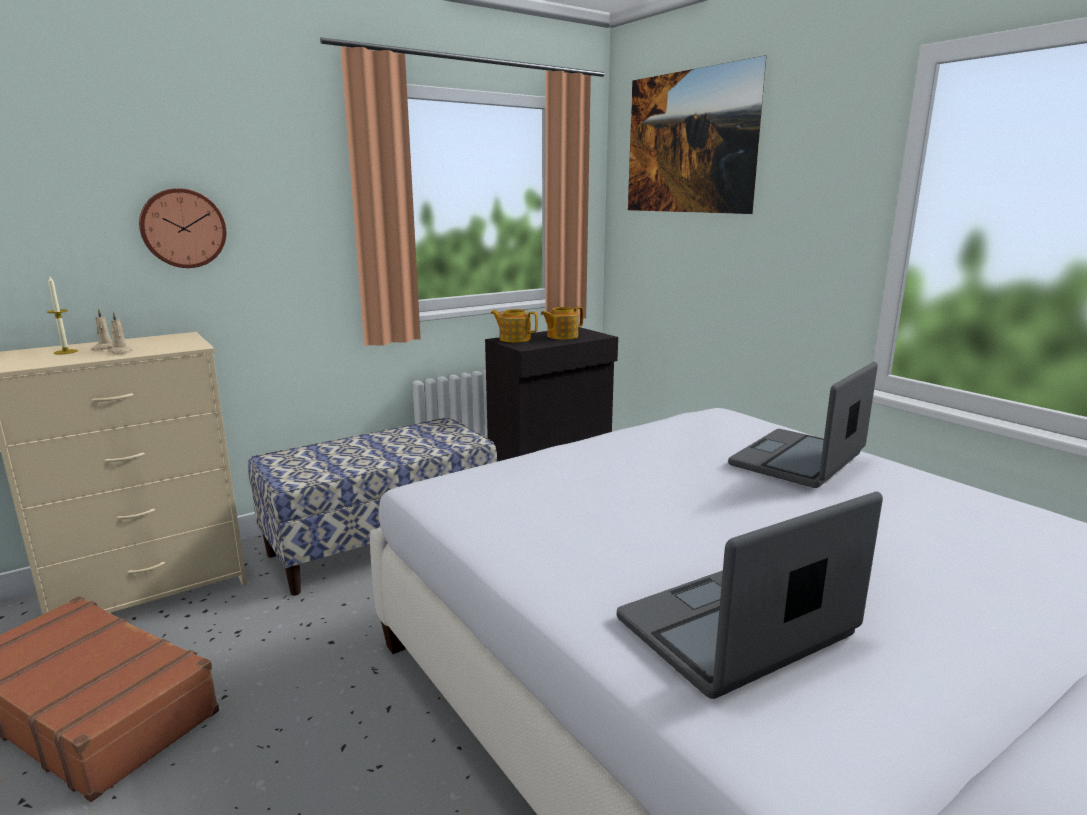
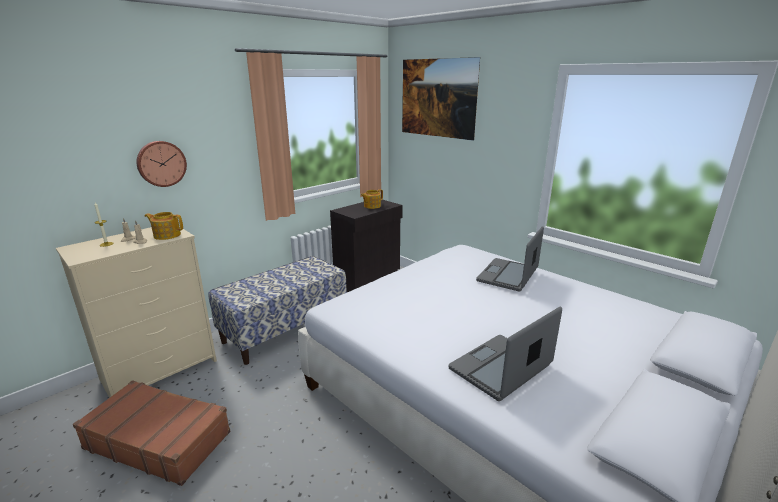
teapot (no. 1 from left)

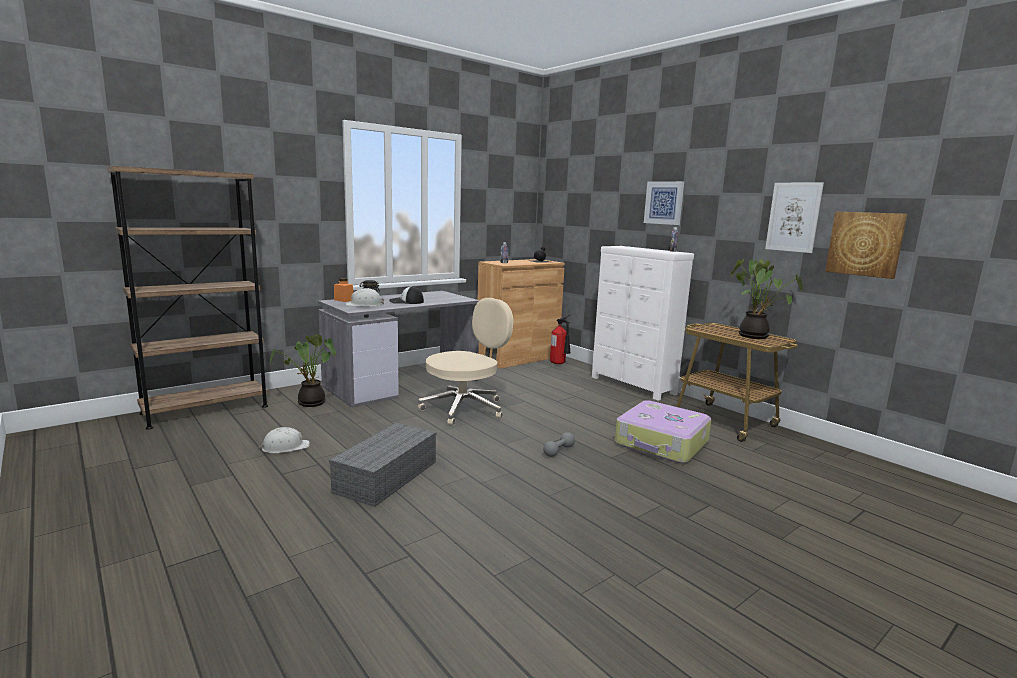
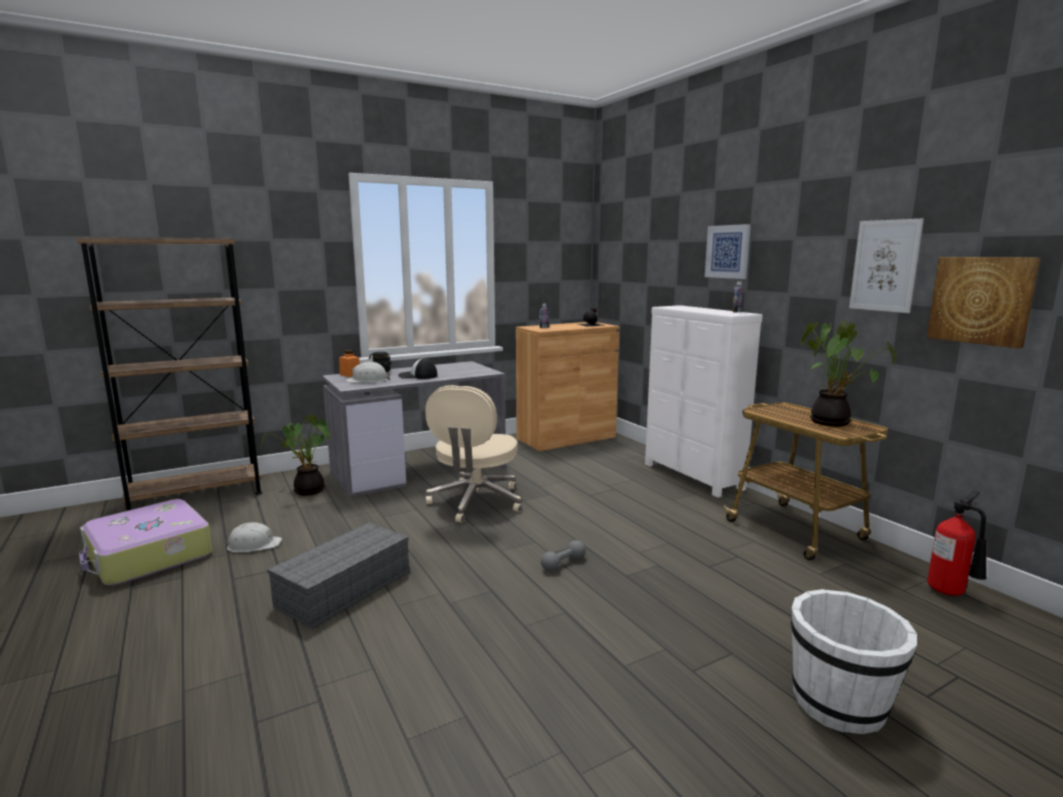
beige office chair
fire extinguisher
suitcase
white bucket

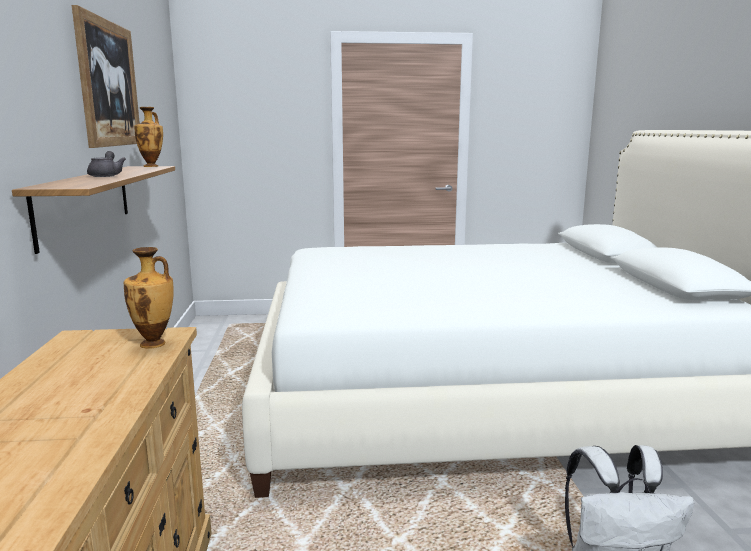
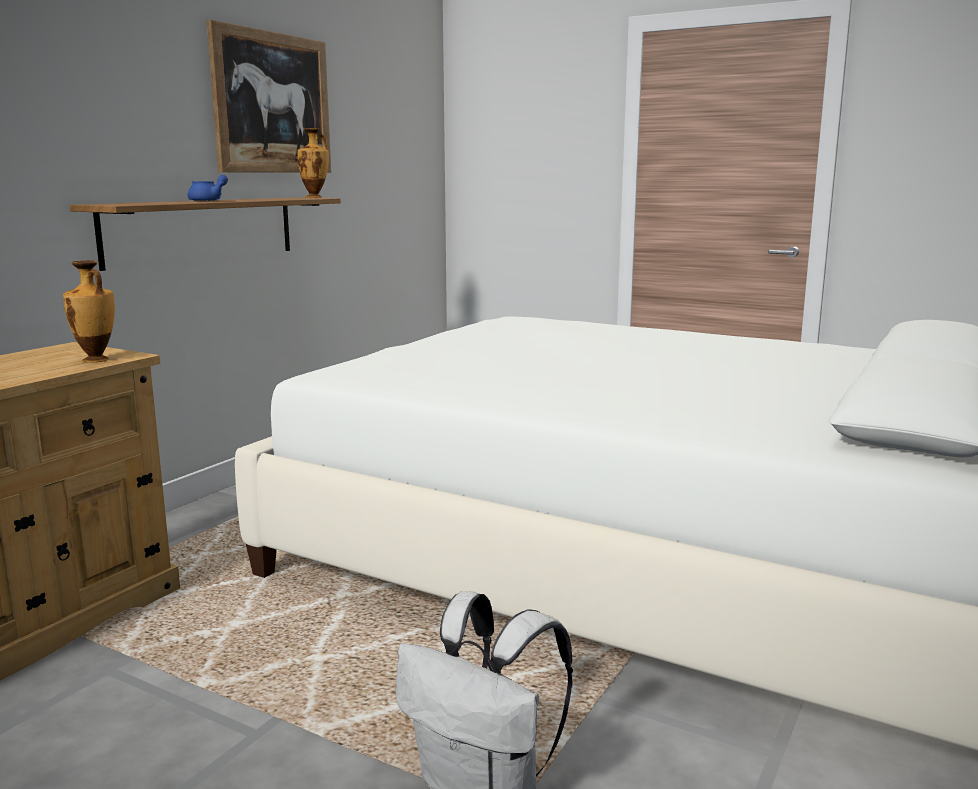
blue teapot

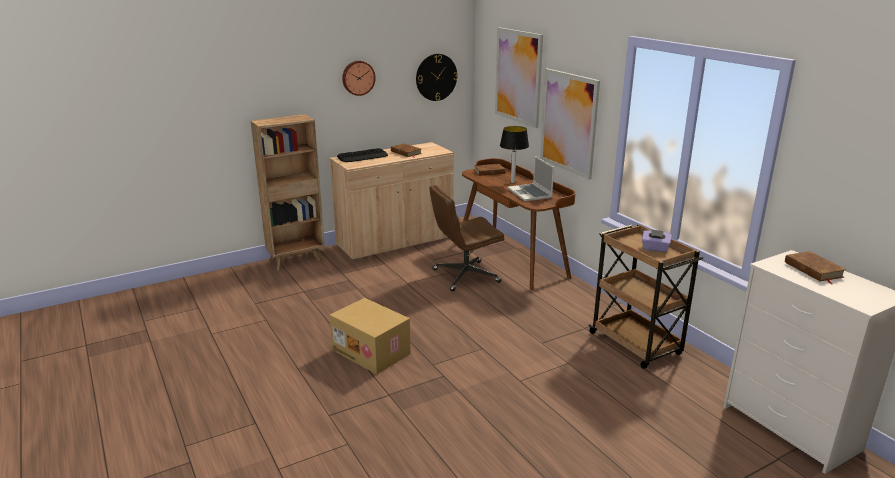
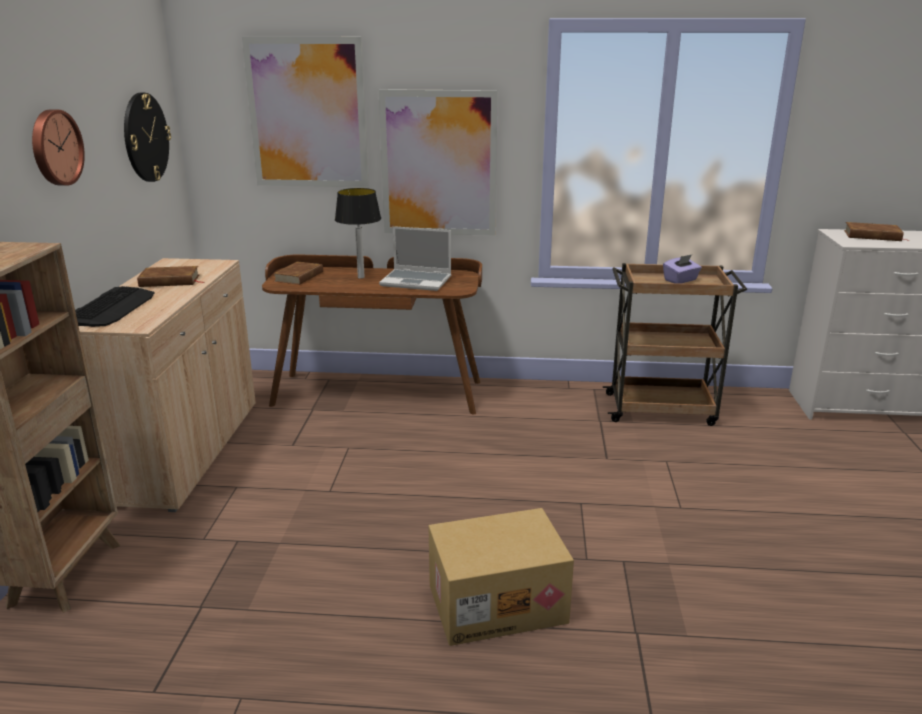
brown office chair

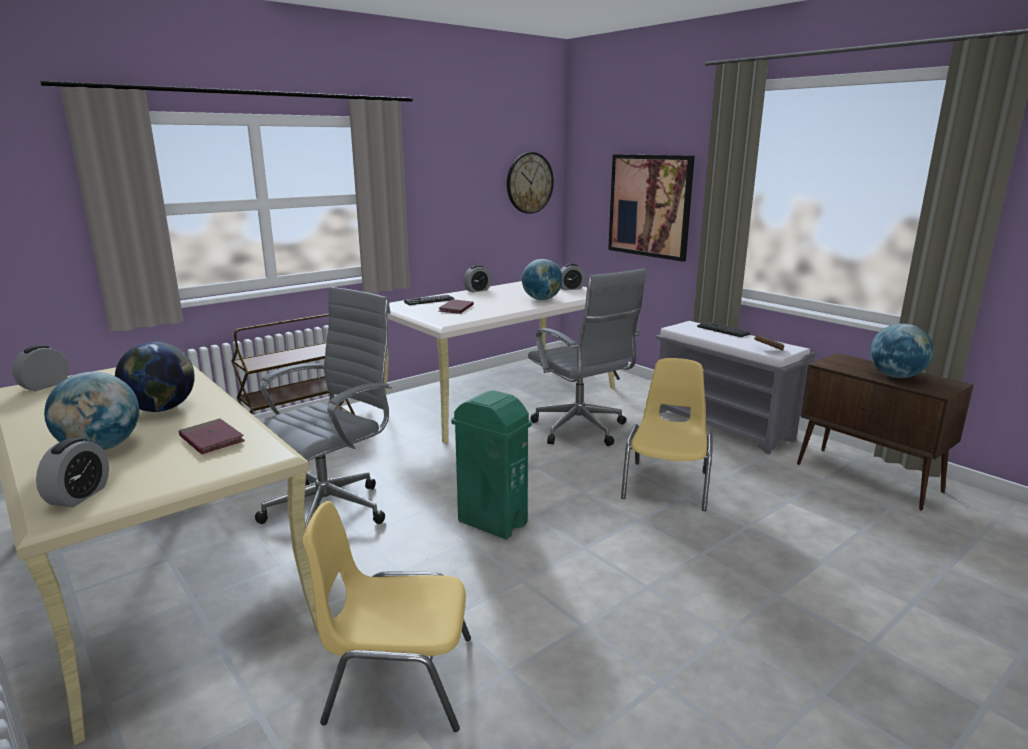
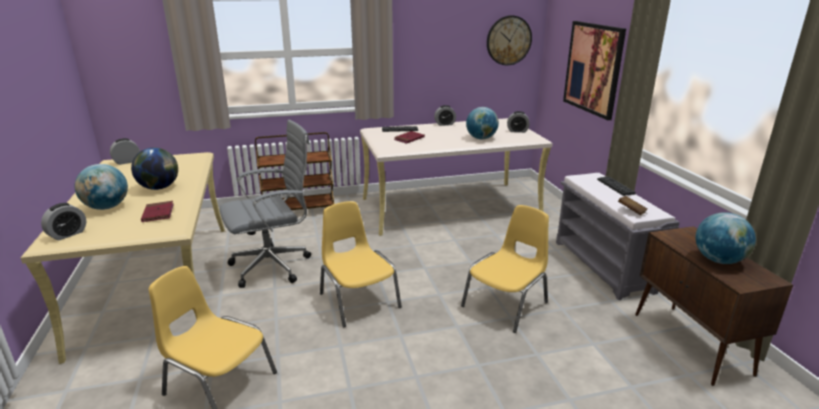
yellow chair (no. 2 from left)
grey office chair (no. 2 from left in the first image)

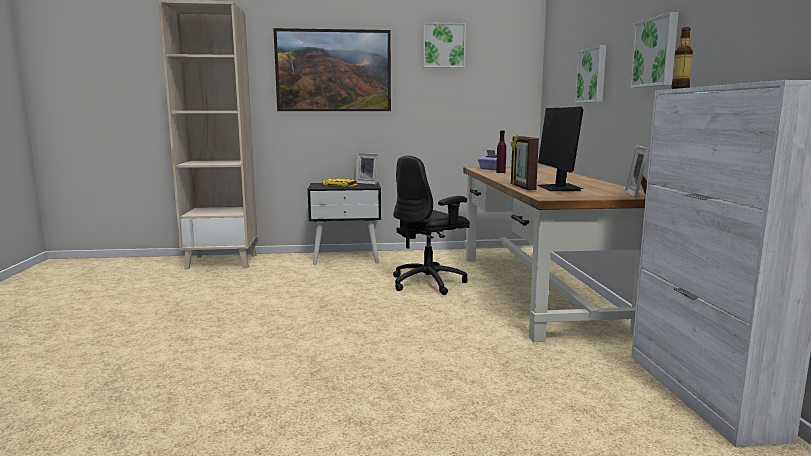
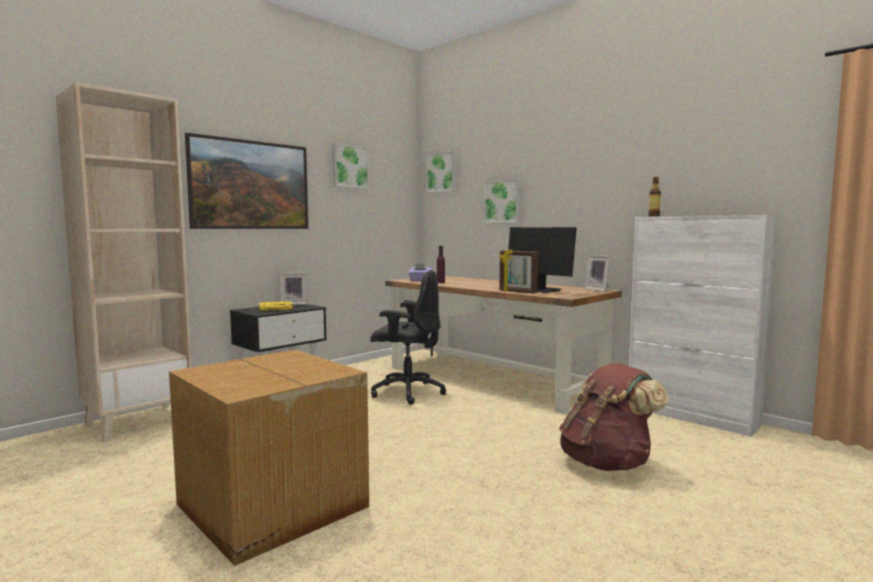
black office chair
picture (no. 3 from left)
cardboard box
brown backpack

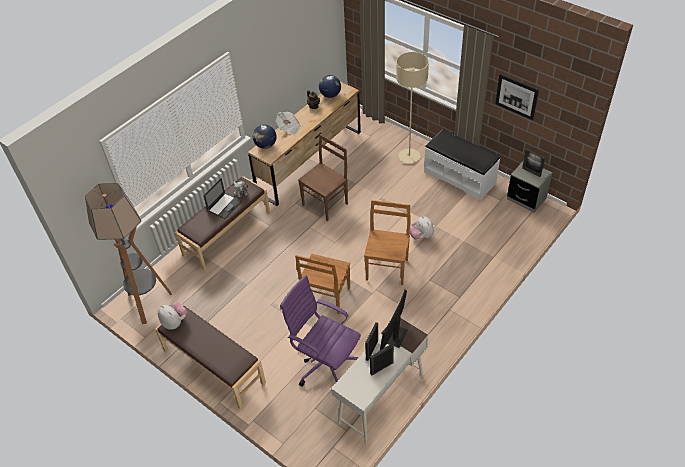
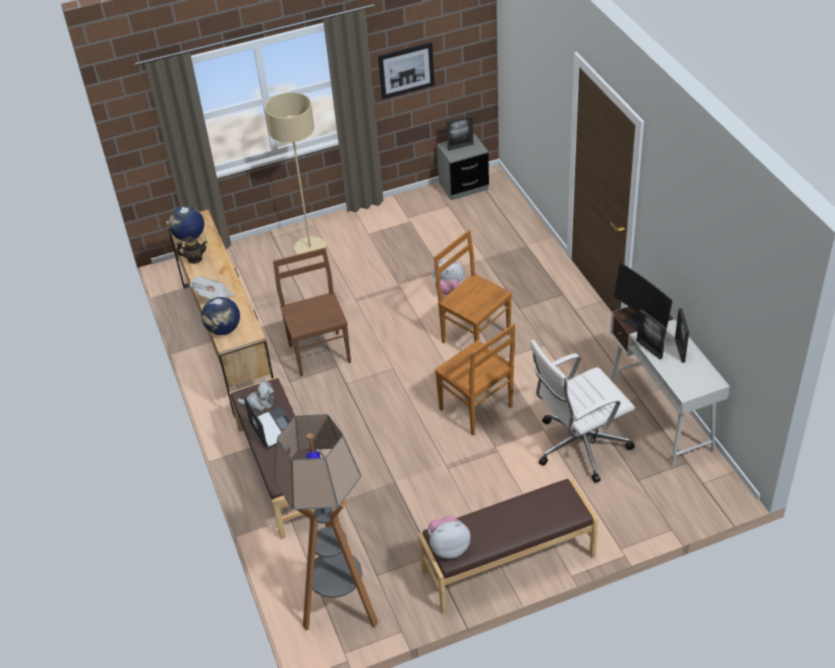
white office chair
white bench

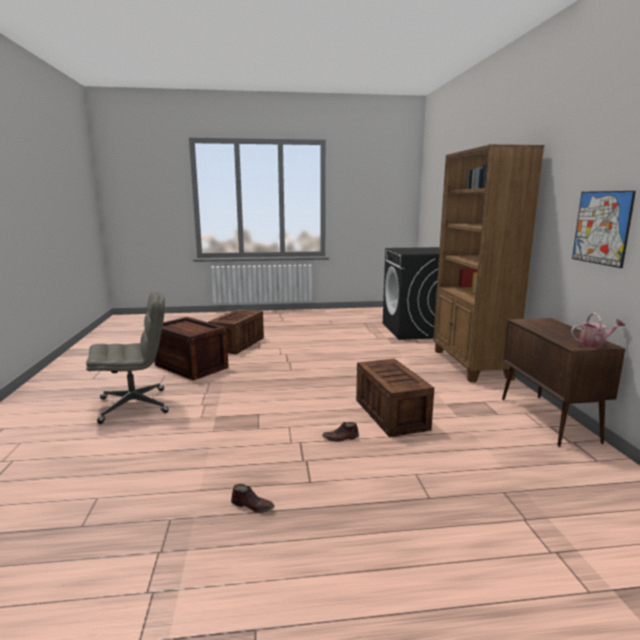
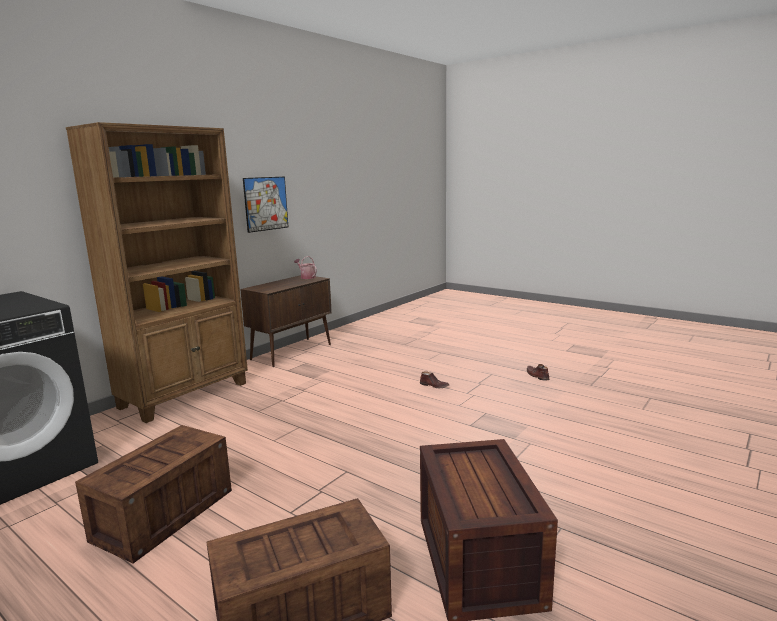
grey office chair
crate (no. 1 from left)

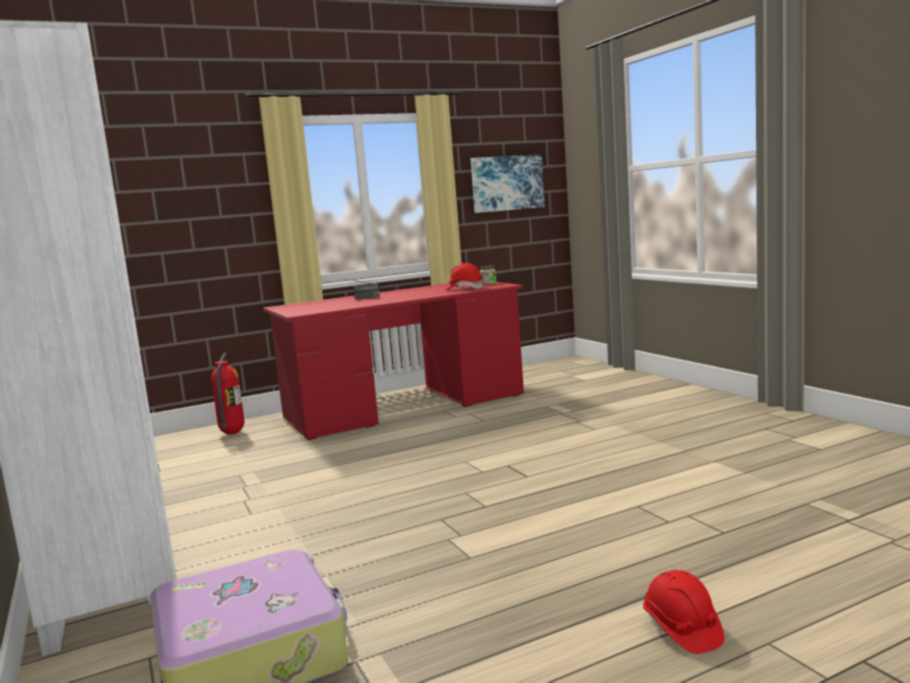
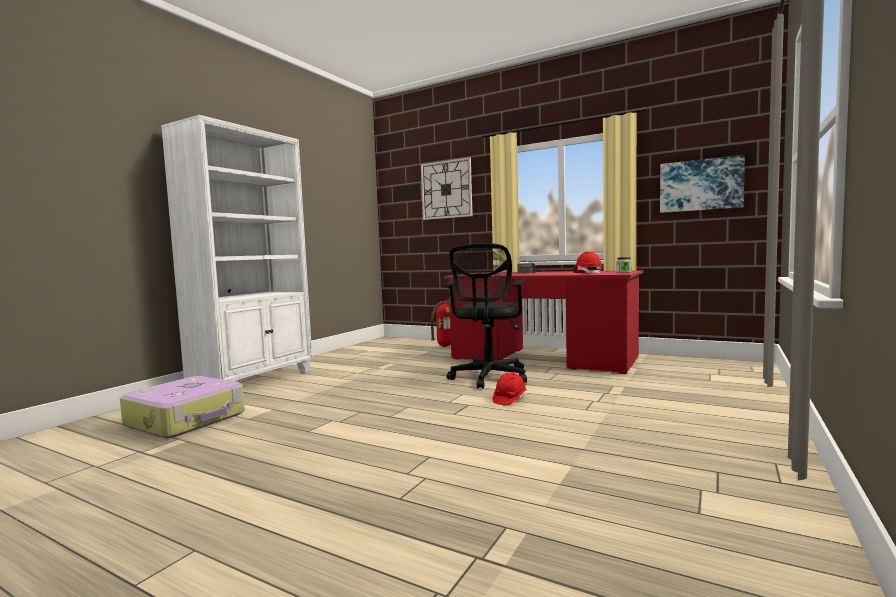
red hard hat (no. 1 from left)
wall clock
black office chair

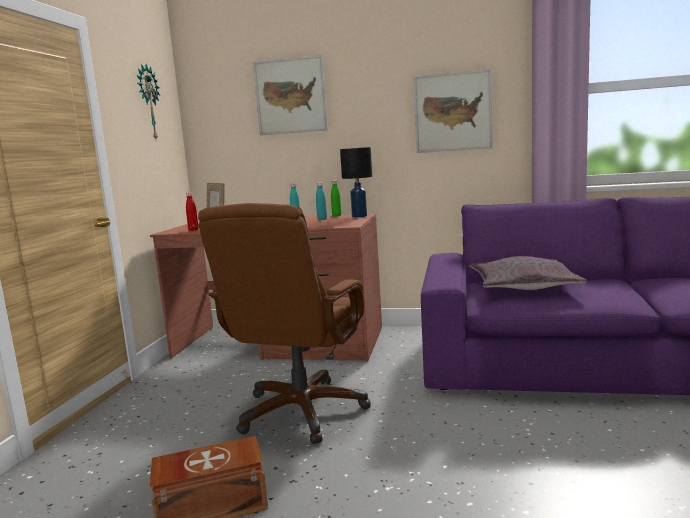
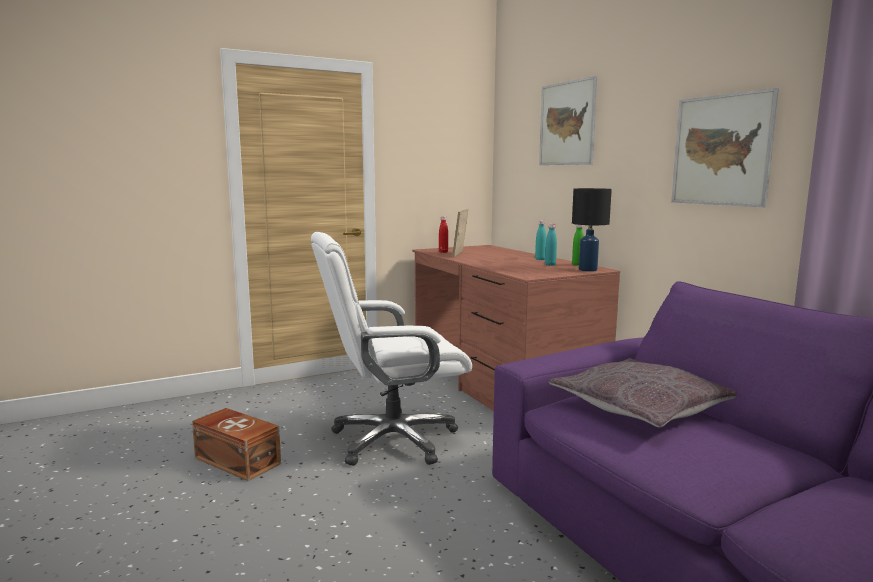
wall clock
white office chair

